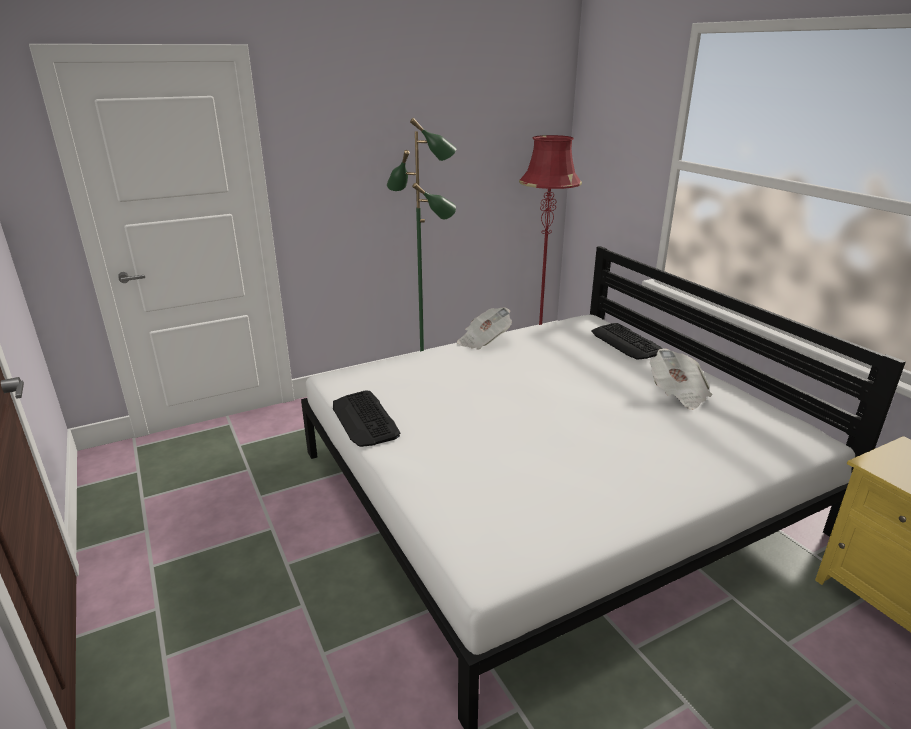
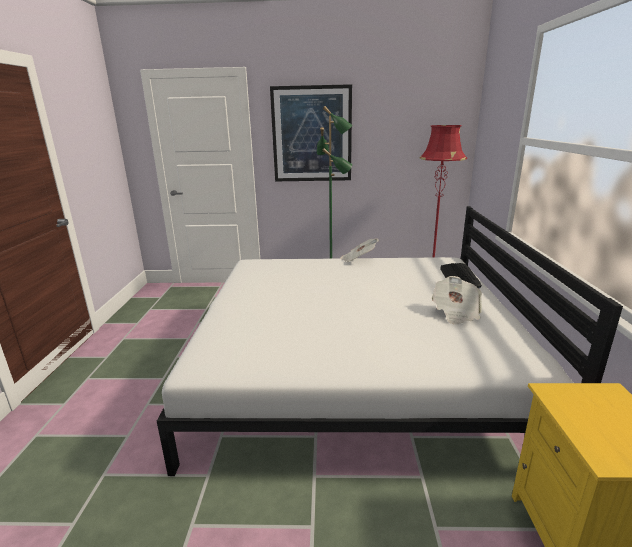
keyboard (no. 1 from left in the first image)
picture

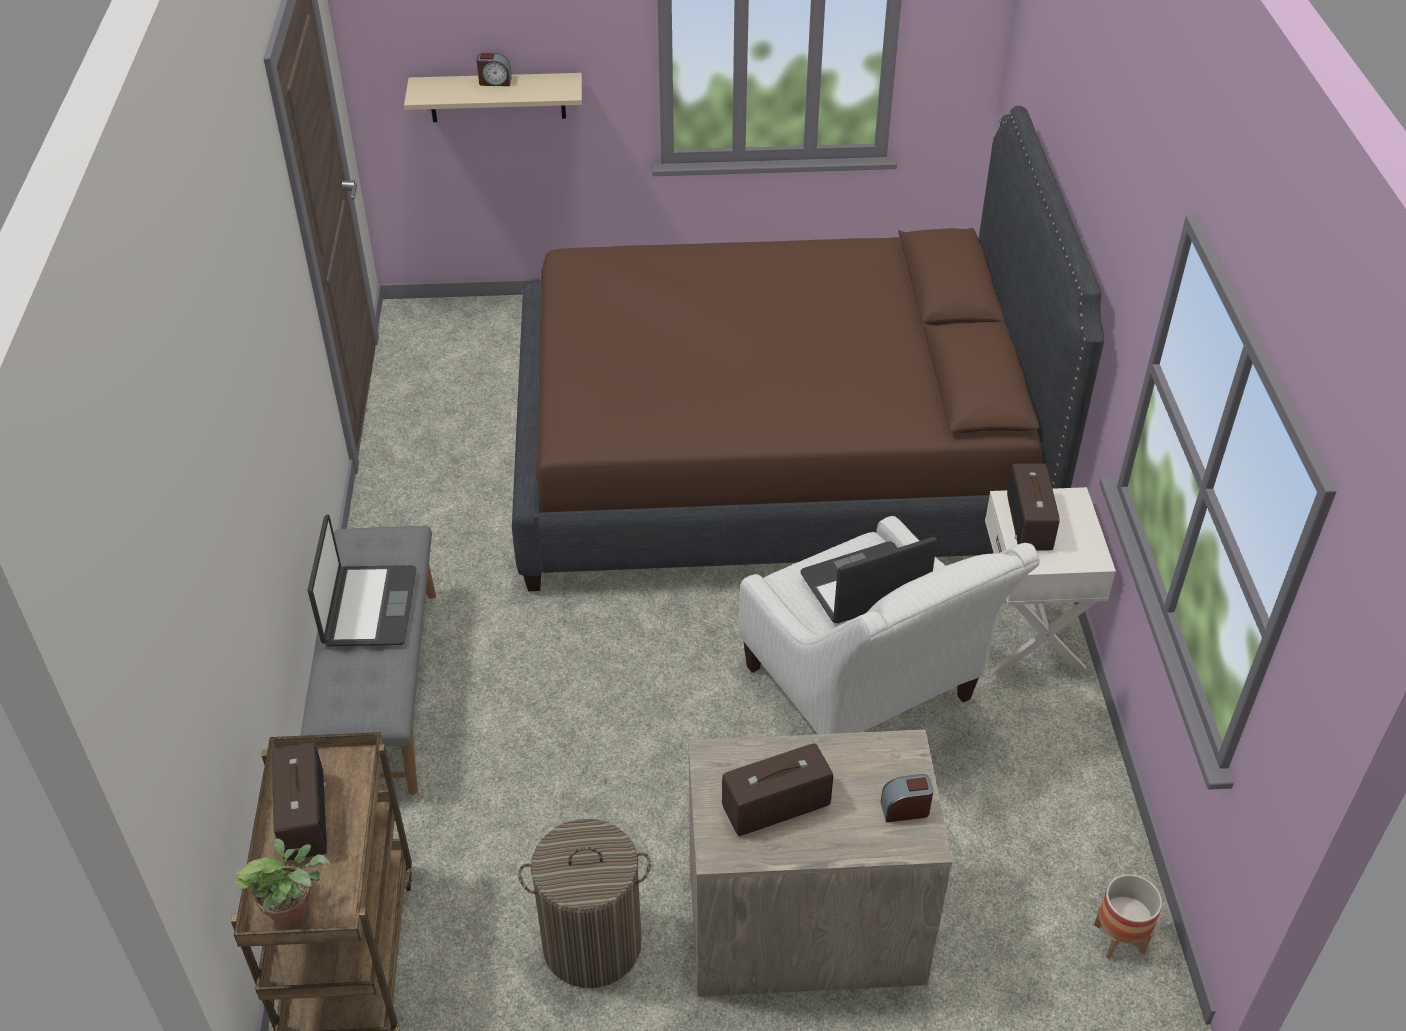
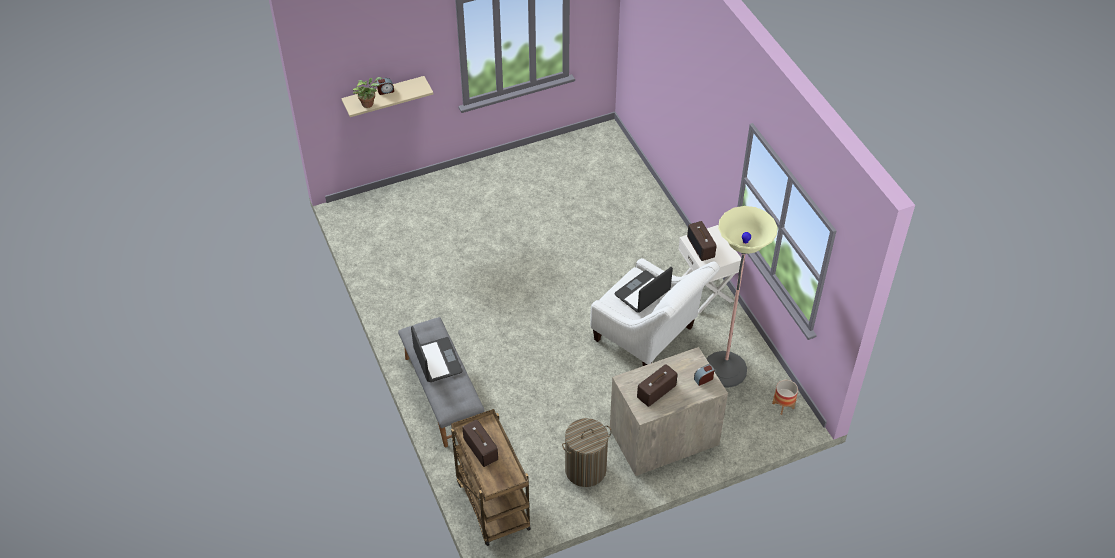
potted plant
brown bed
floor lamp

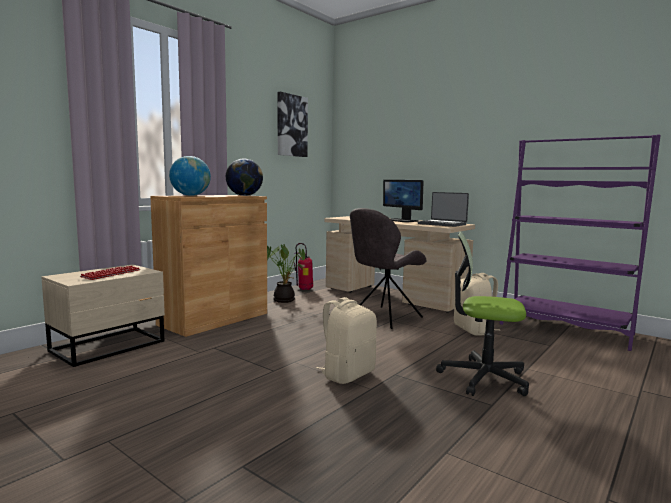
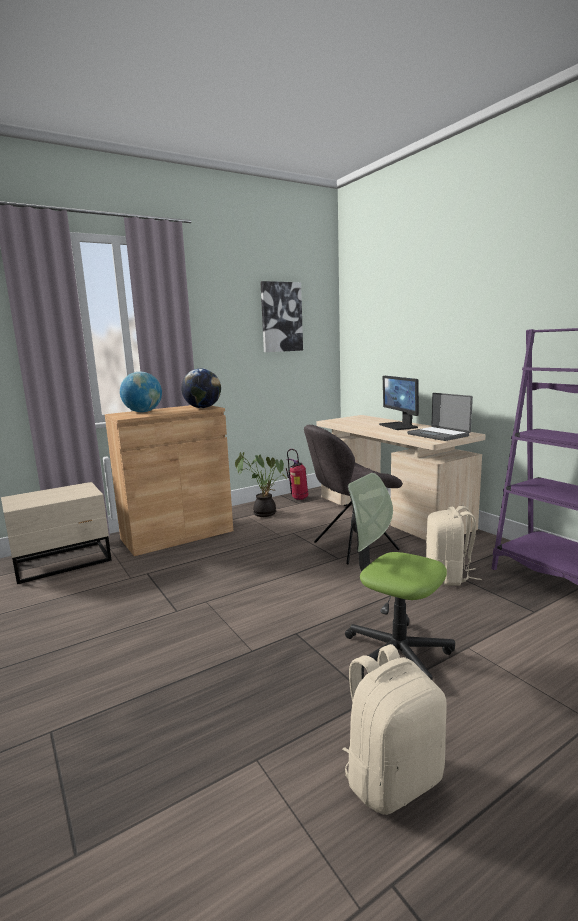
keyboard
beige backpack (no. 1 from left)

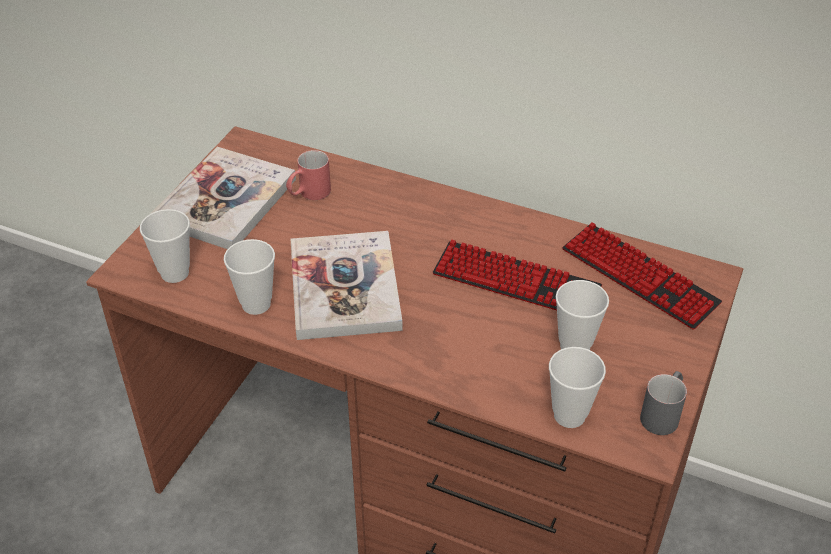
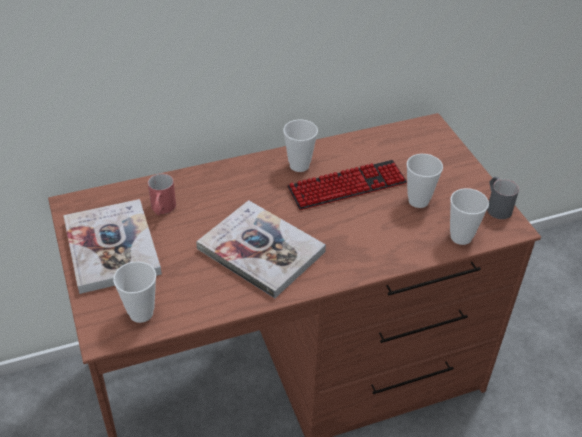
cup (no. 2 from left)
keyboard (no. 2 from left in the first image)

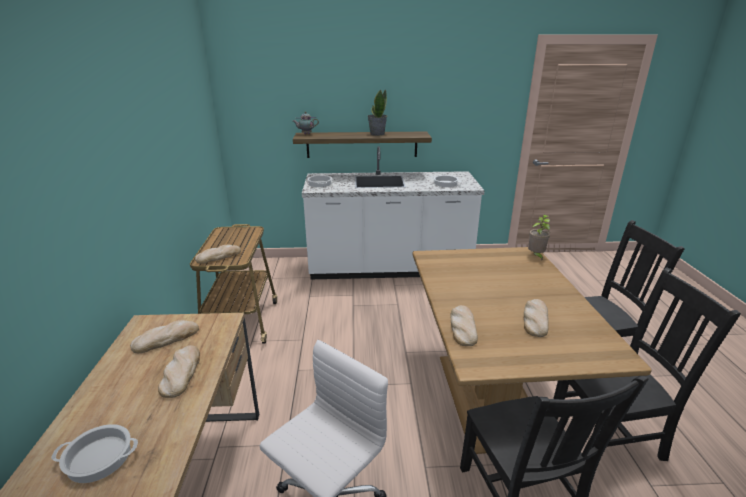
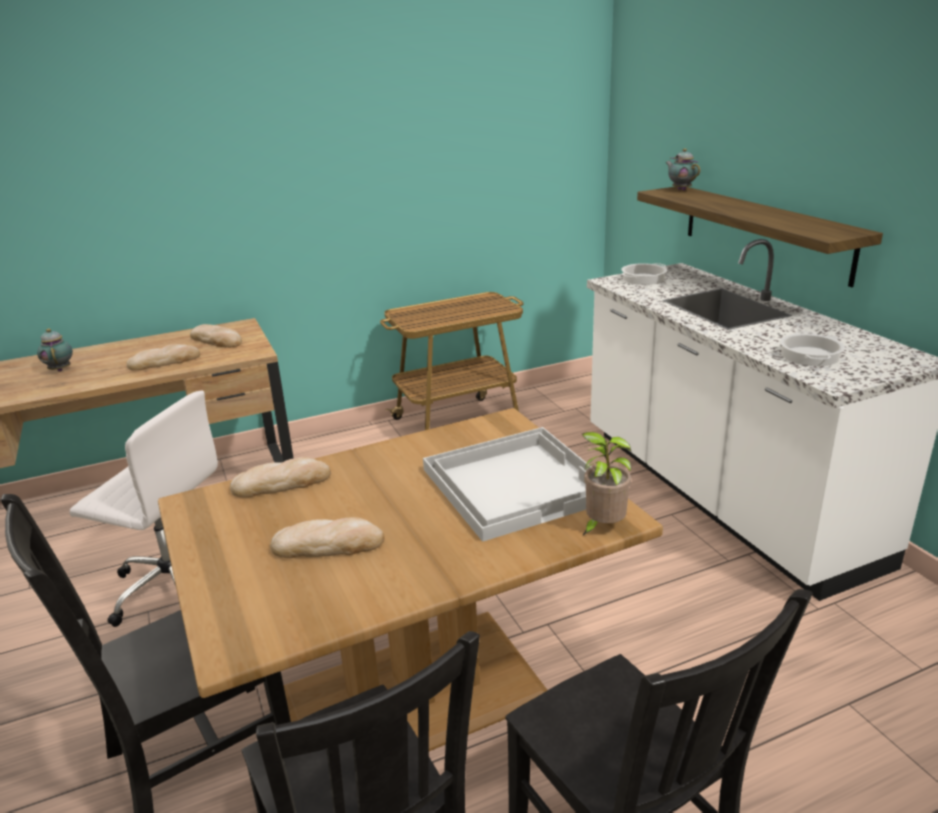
teapot (no. 1 from left)
bread (no. 3 from left in the first image)
potted plant (no. 1 from left in the first image)
white tray

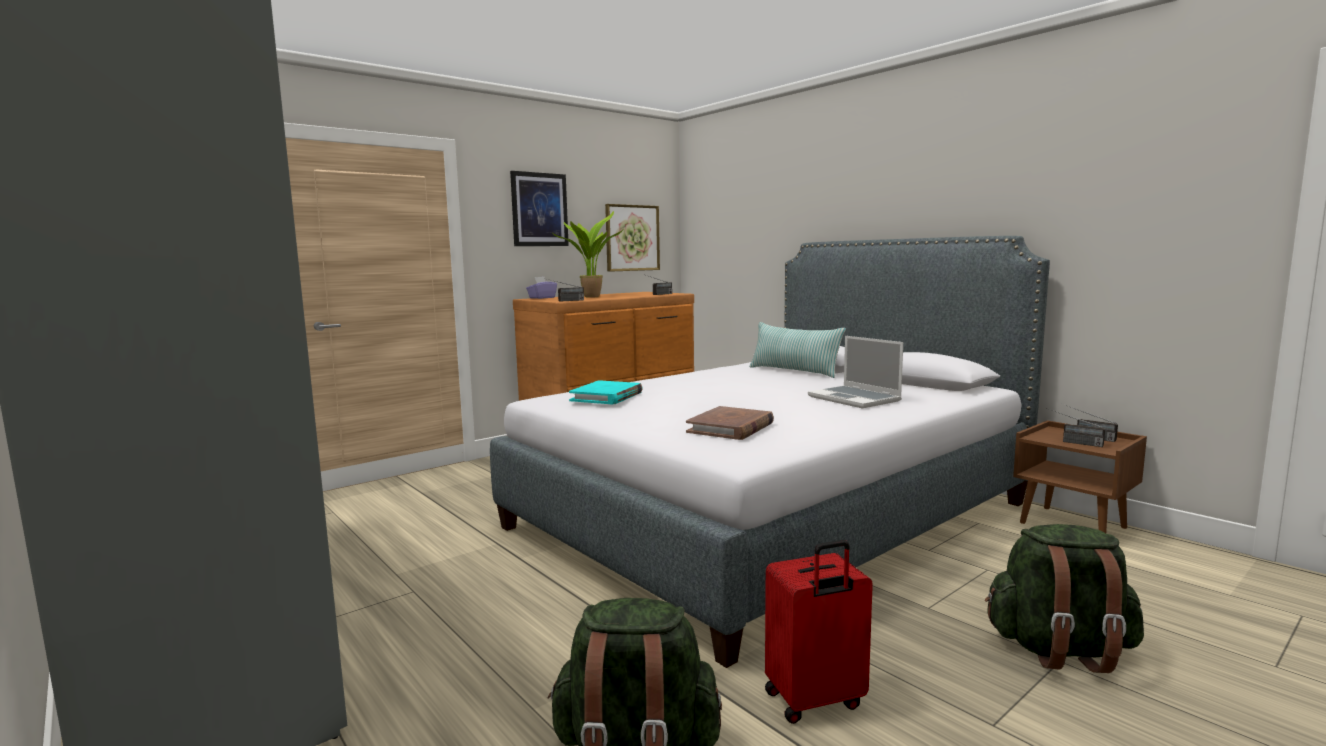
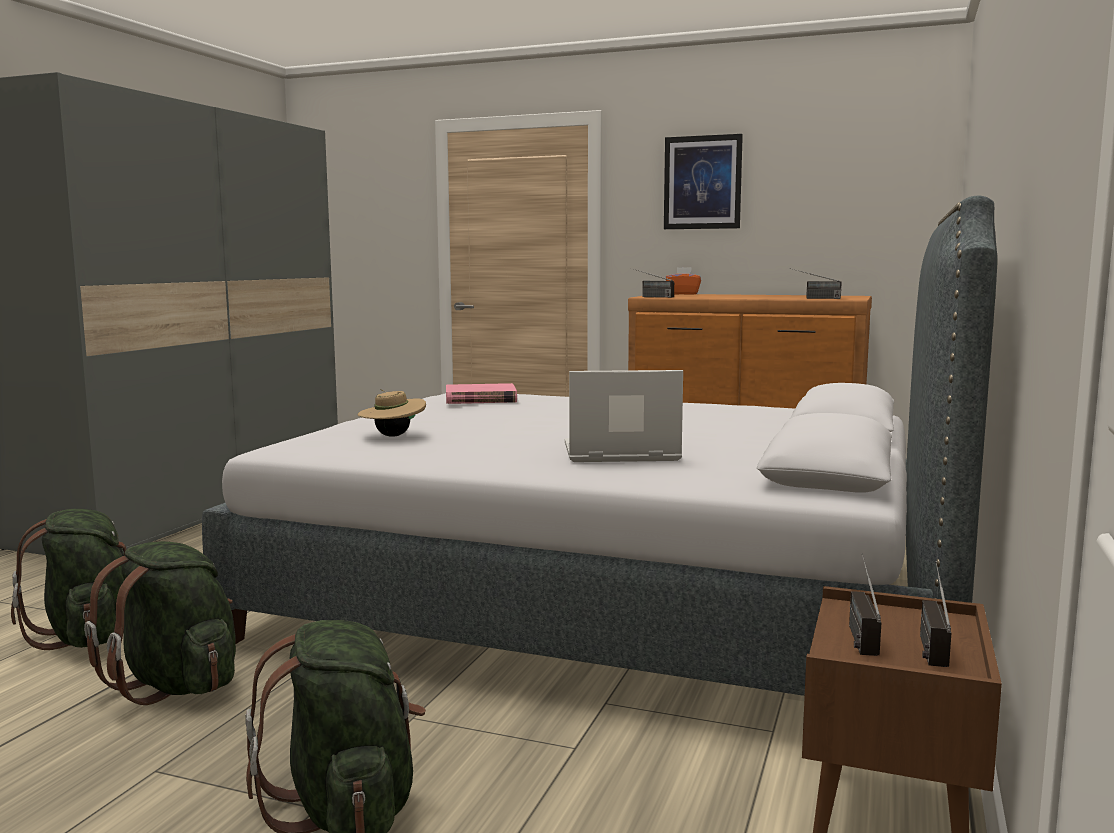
orange tissue box
potted plant
pink book
picture (no. 2 from left in the first image)
beige hat
pillow
green backpack (no. 2 from left)
laptop

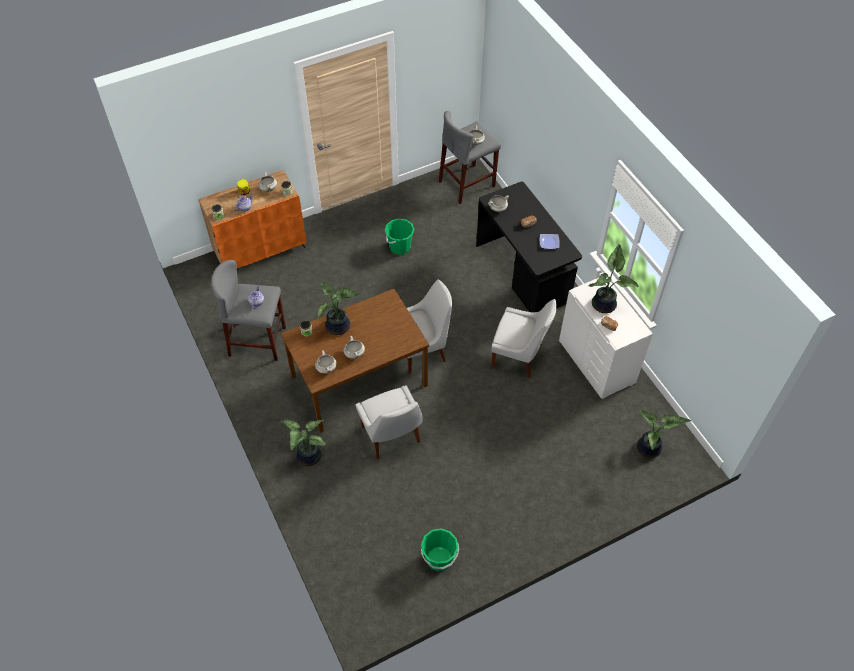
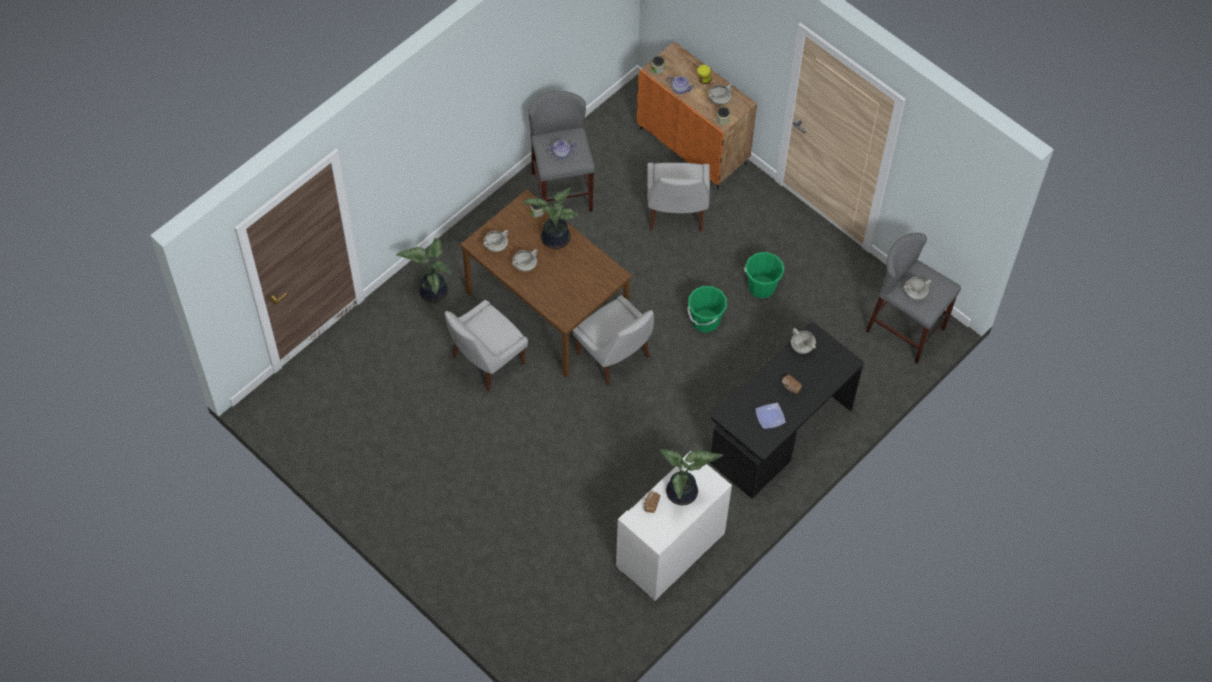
green bucket (no. 1 from left)
white chair (no. 3 from left)
potted plant (no. 4 from left in the first image)

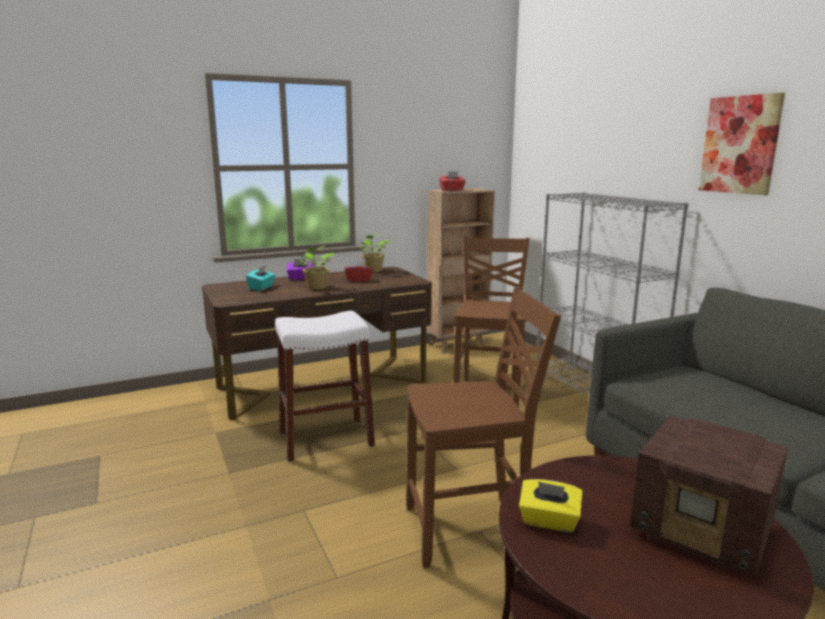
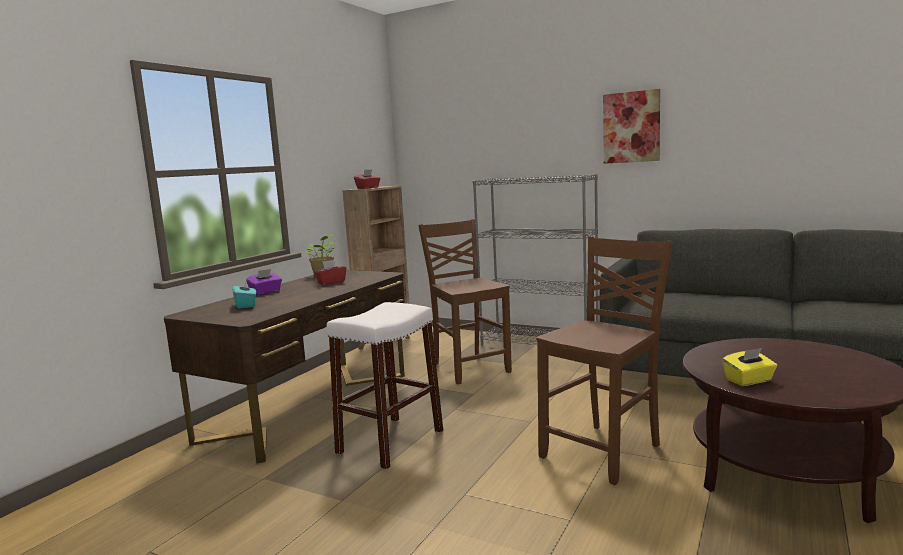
potted plant (no. 1 from left in the first image)
radio

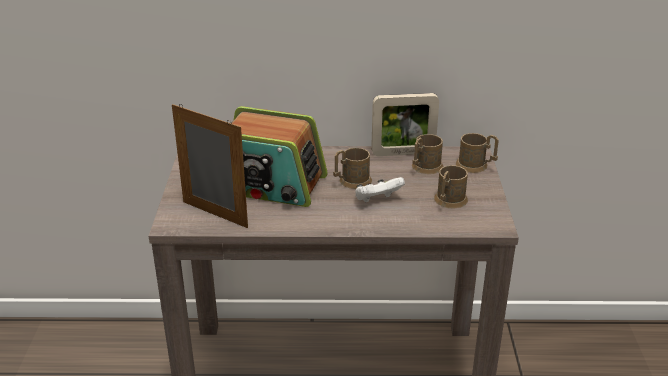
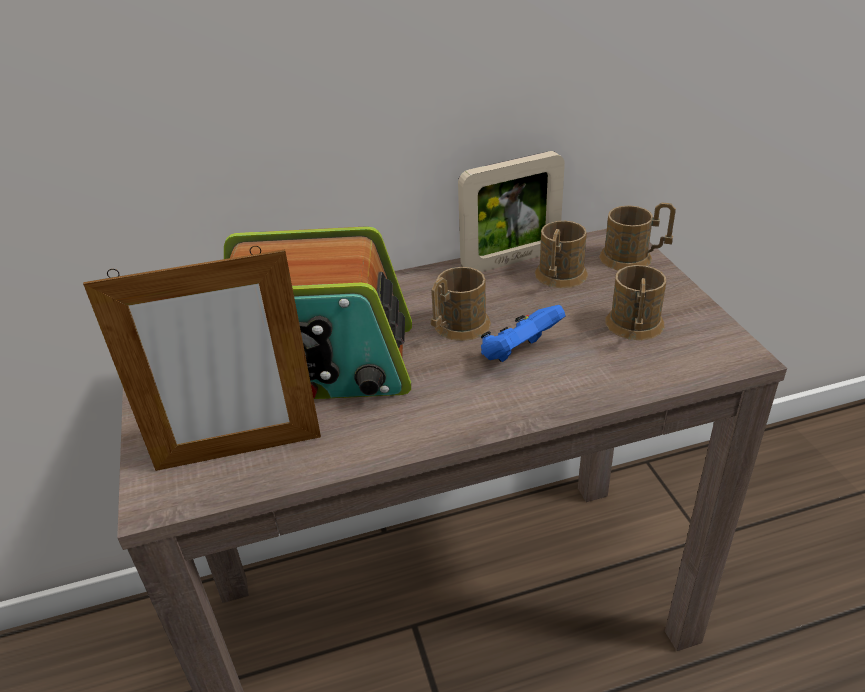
picture frame (no. 1 from left)
blue game controller

